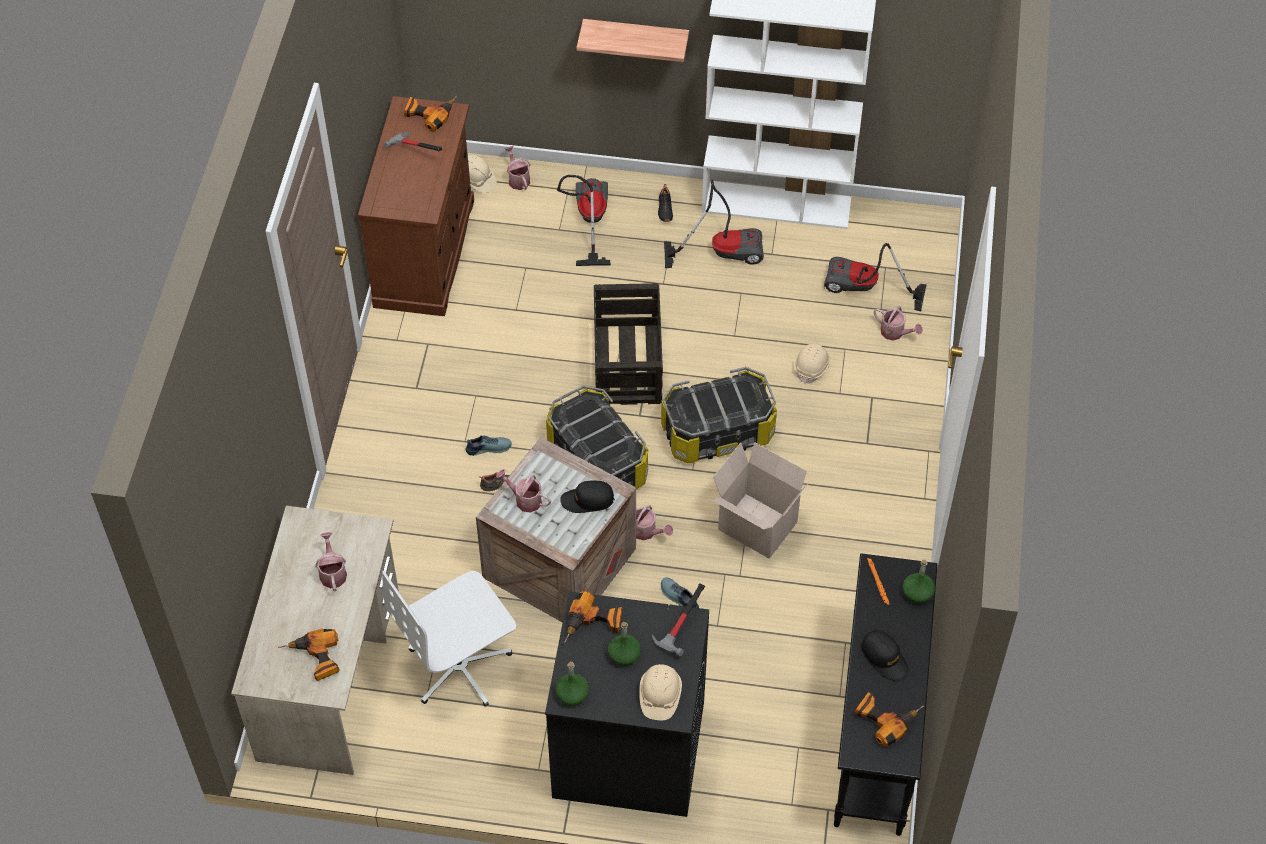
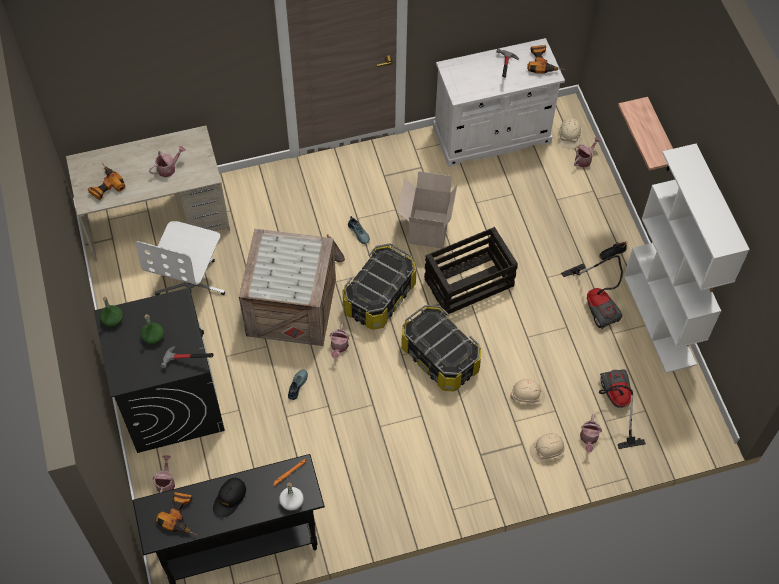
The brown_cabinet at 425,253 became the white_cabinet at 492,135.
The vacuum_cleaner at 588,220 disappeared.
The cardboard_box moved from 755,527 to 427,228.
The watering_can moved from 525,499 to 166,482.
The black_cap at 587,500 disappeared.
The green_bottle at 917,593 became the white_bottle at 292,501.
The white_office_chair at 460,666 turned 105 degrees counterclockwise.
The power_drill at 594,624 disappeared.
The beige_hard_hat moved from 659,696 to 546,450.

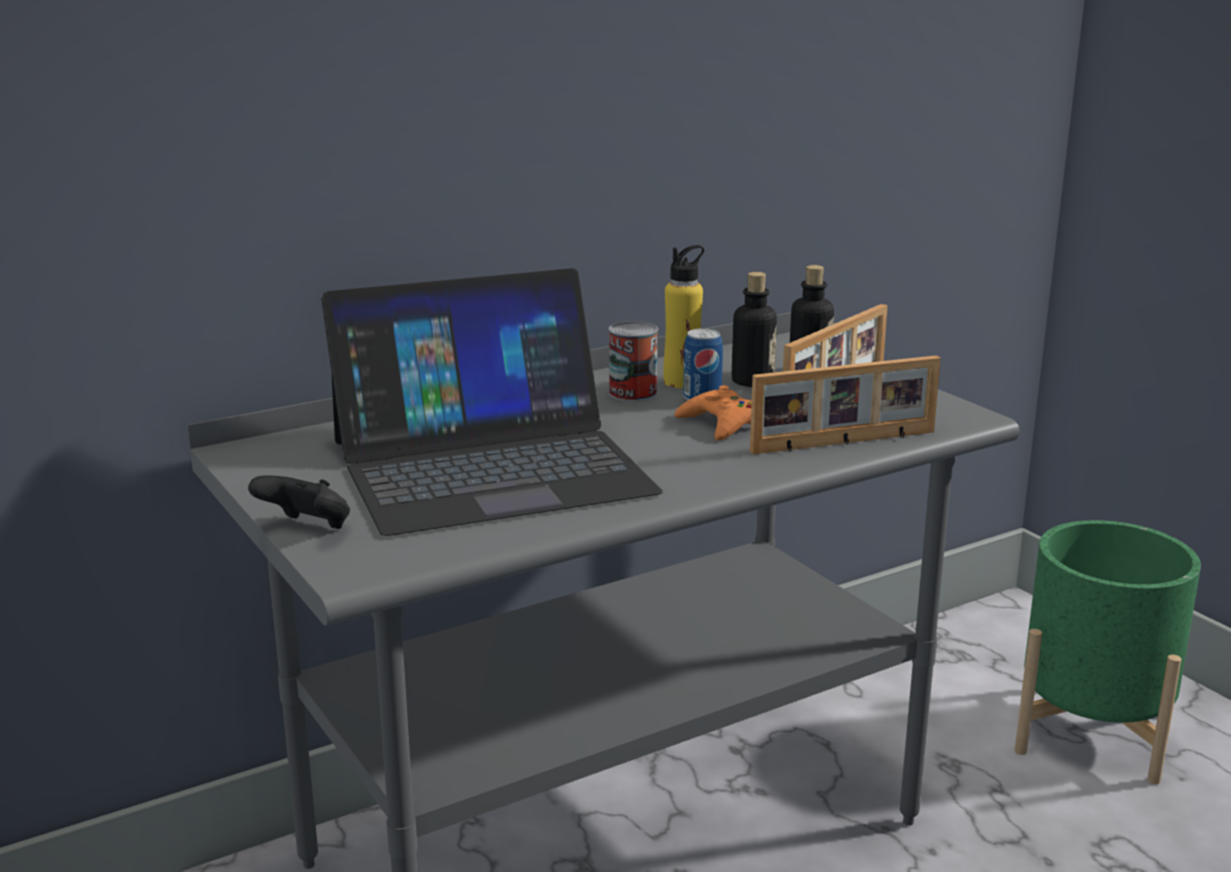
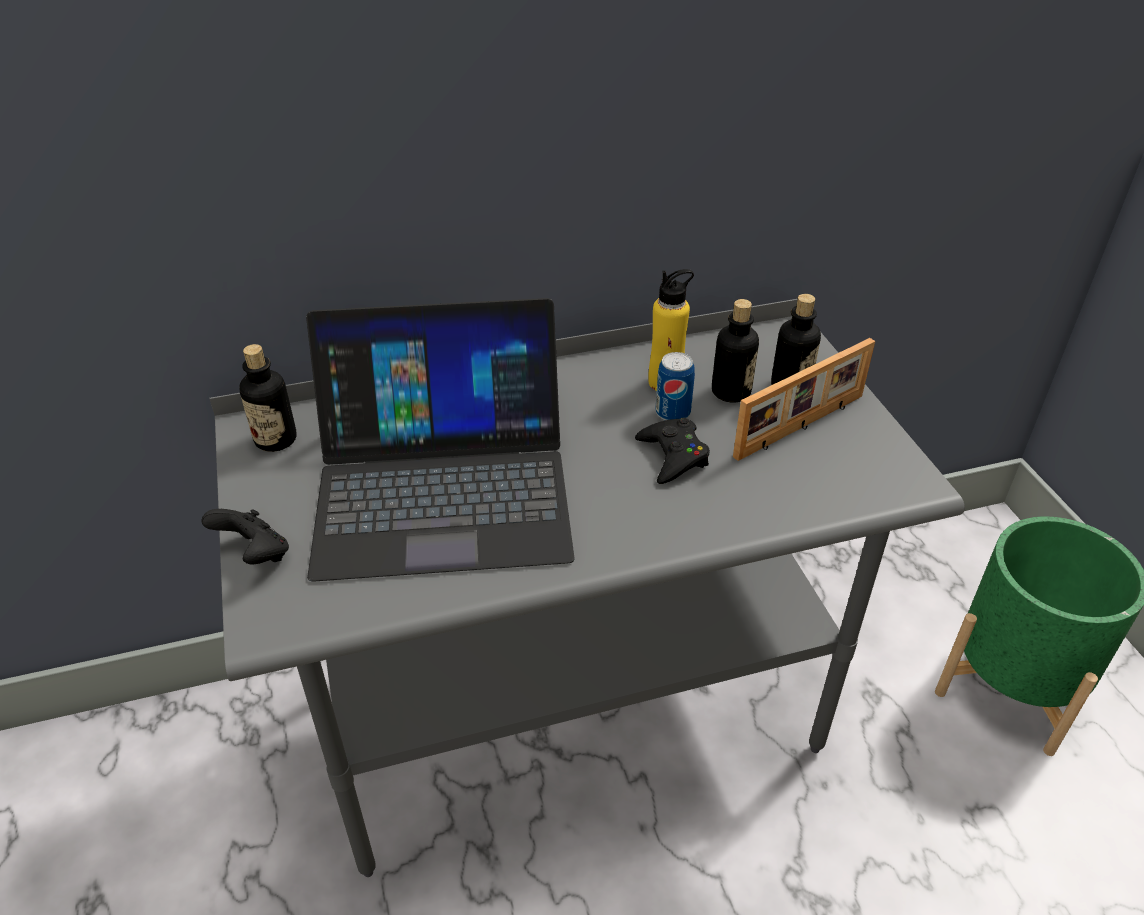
The can at 633,393 disappeared.
The picture_frame at 844,443 disappeared.
The orange_game_controller at 720,423 became the black_game_controller at 673,456.
The bottle at 276,439 appeared.

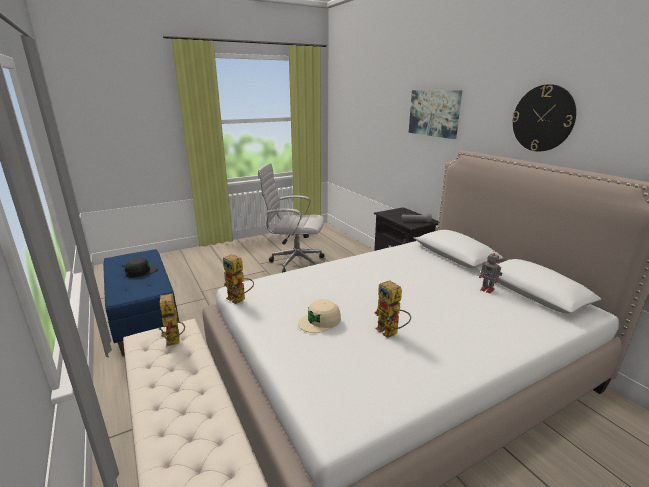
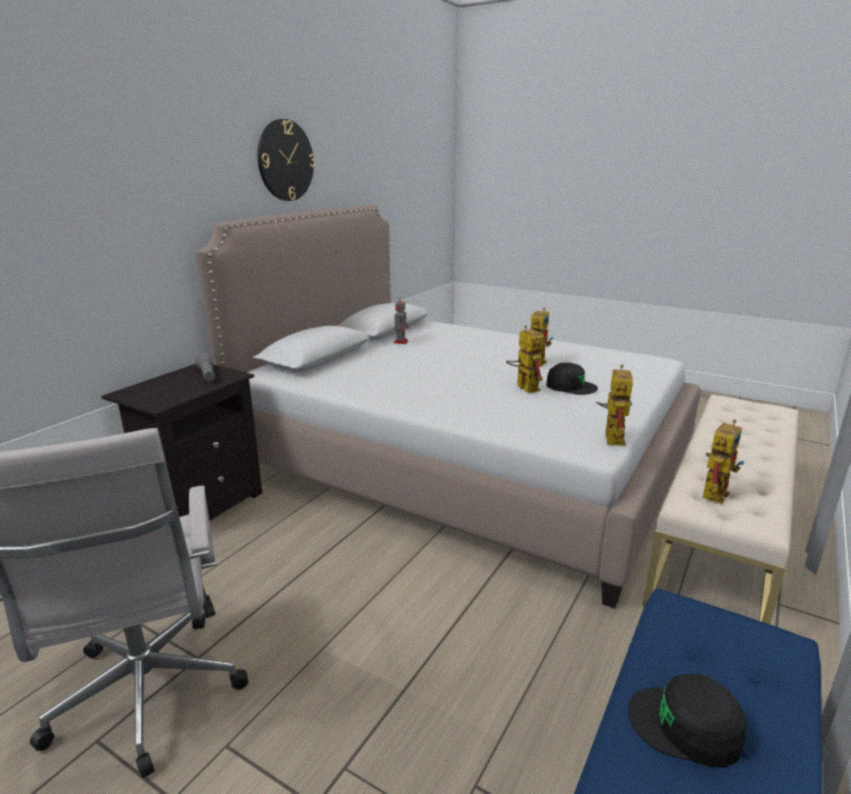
The picture at 434,113 disappeared.
The beige_cap at 320,321 became the black_cap at 570,386.
The toy_robot at 523,387 appeared.

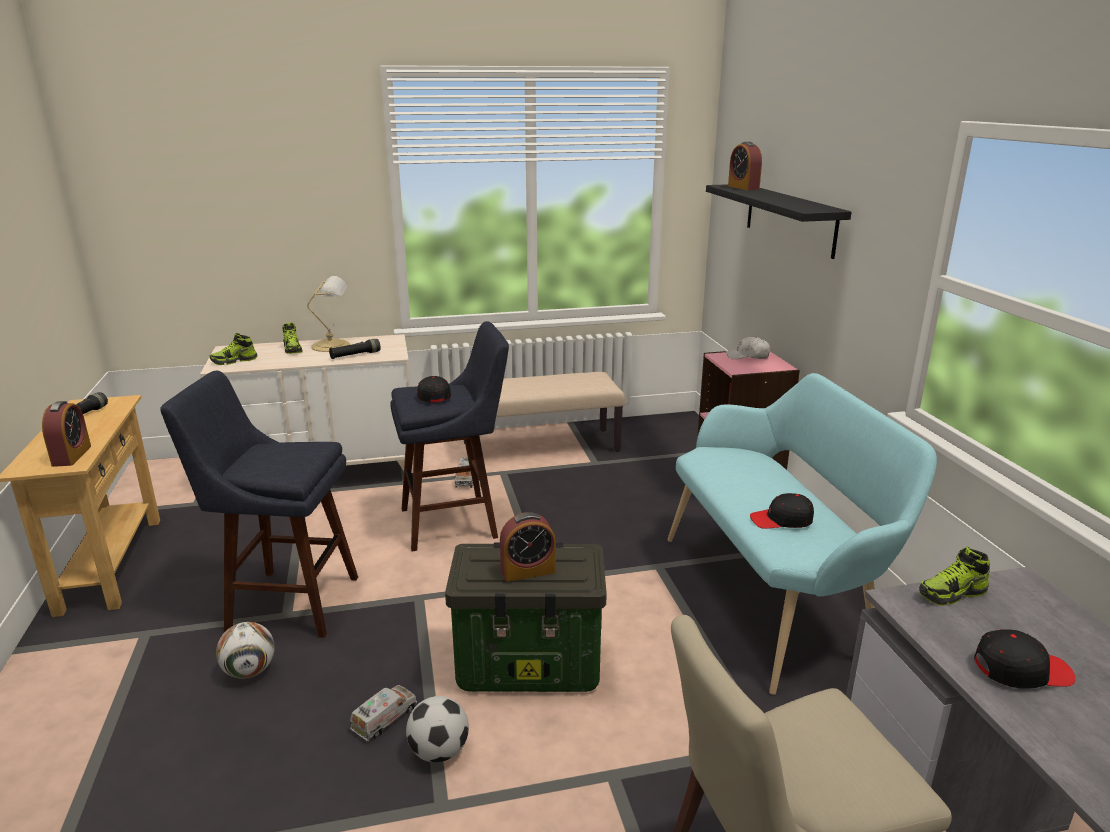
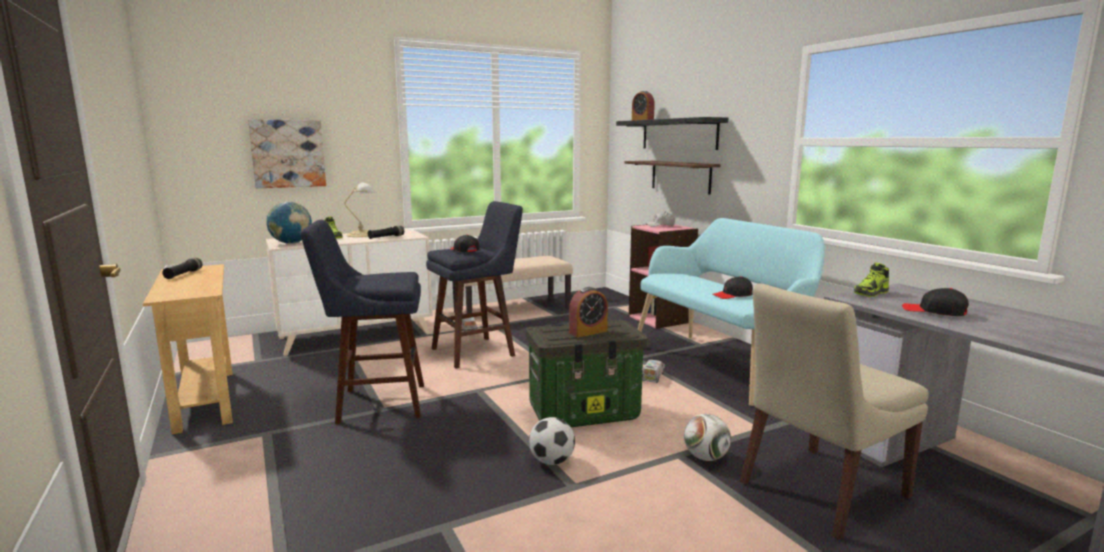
The shoe at 234,361 was replaced by the globe at 291,243.
The alarm_clock at 72,455 disappeared.
The football moved from 250,671 to 706,457.
The black_cap at 1021,670 turned 120 degrees counterclockwise.
The toy_truck moved from 384,719 to 653,376.
The picture at 288,153 appeared.
The shelf at 680,176 appeared.

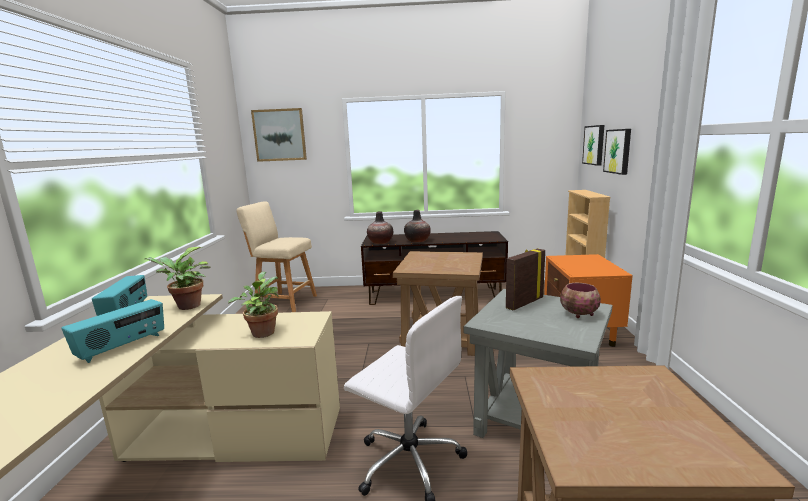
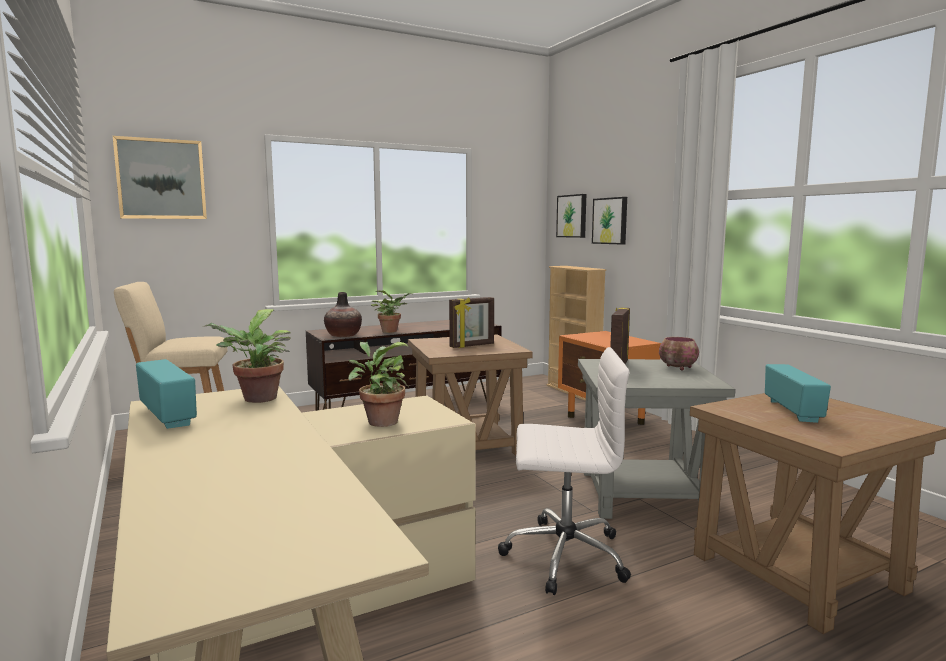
The vase at 417,241 was replaced by the potted_plant at 391,331.
The radio moved from 122,347 to 793,411.
The picture_frame at 472,346 appeared.

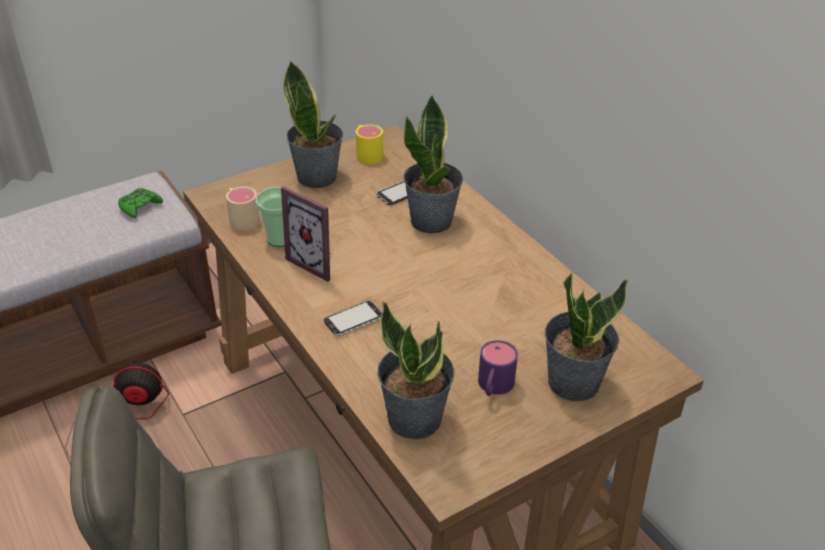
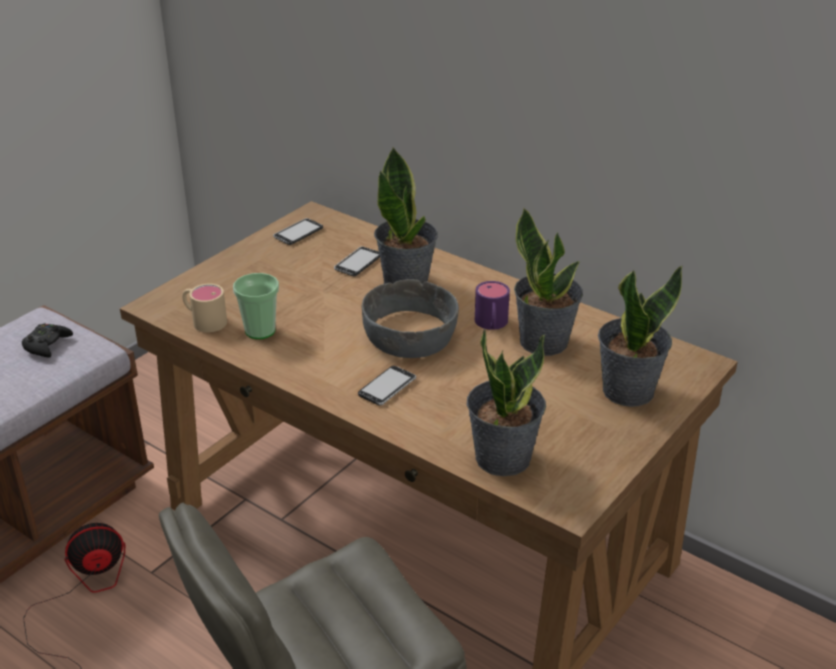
The potted_plant moved from 317,177 to 544,341.
The yellow_mug at 367,153 was replaced by the phone at 298,233.
The picture_frame at 317,262 disappeared.
The green_game_controller at 140,207 became the black_game_controller at 47,345.
The purple_mug moved from 493,387 to 491,324.
The grey_bowl at 410,335 appeared.

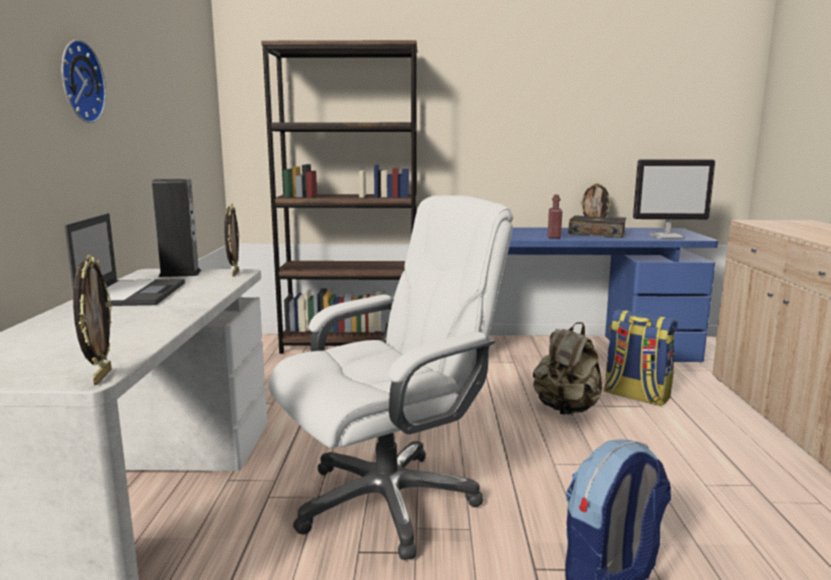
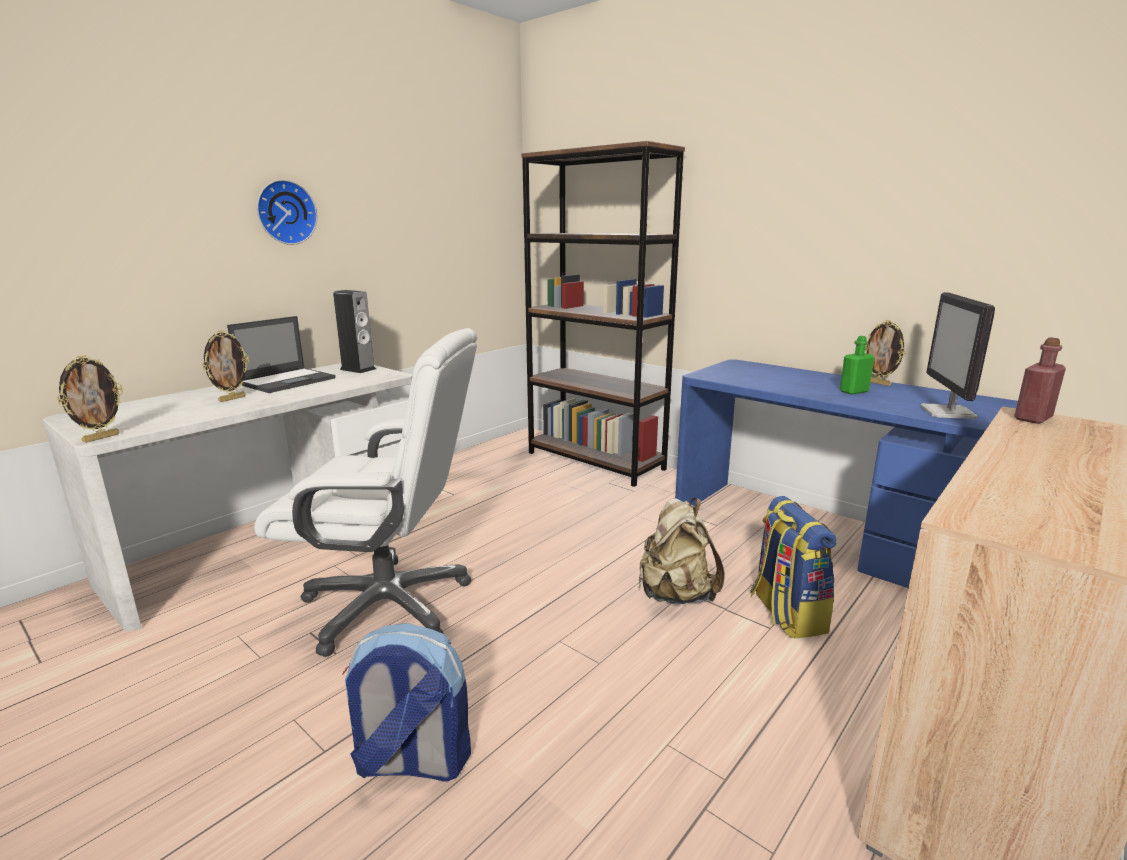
The monitor at 667,236 turned 60 degrees clockwise.
The red_bottle moved from 554,237 to 1033,418.
The picture_frame moved from 234,274 to 232,399.
The book at 597,234 was replaced by the green_bottle at 854,391.

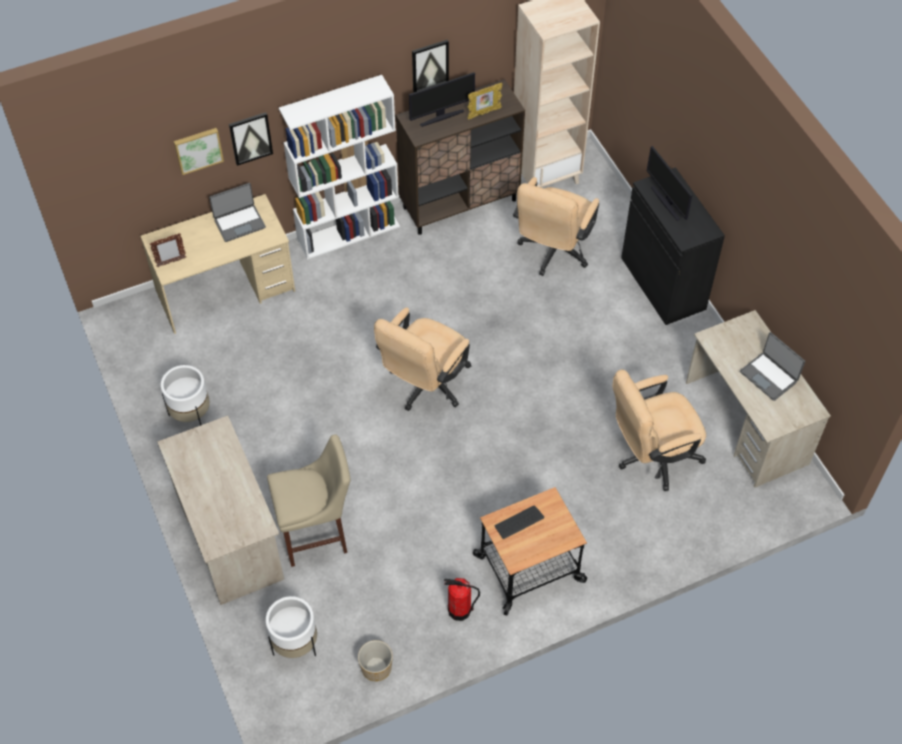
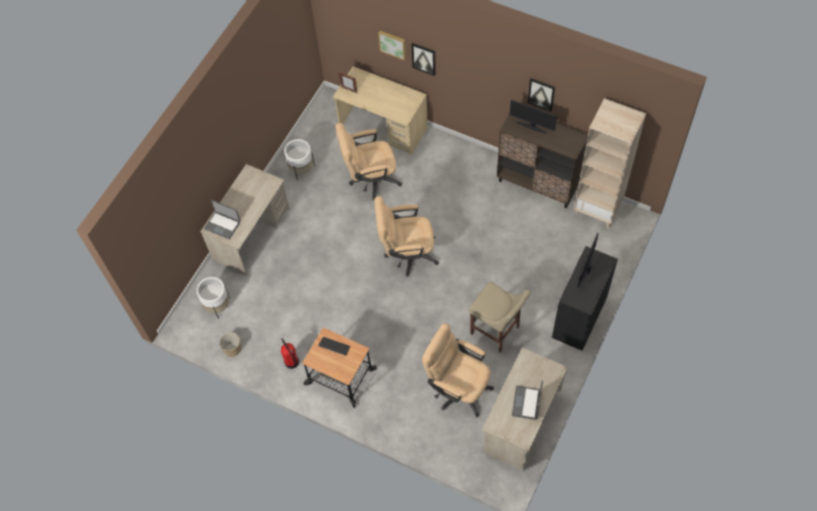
The white_bookcase at 349,232 disappeared.
The picture_frame at 484,113 disappeared.
The beige_office_chair moved from 552,252 to 370,179.
The laptop moved from 239,223 to 223,225.
The beige_stool moved from 317,536 to 497,332.

